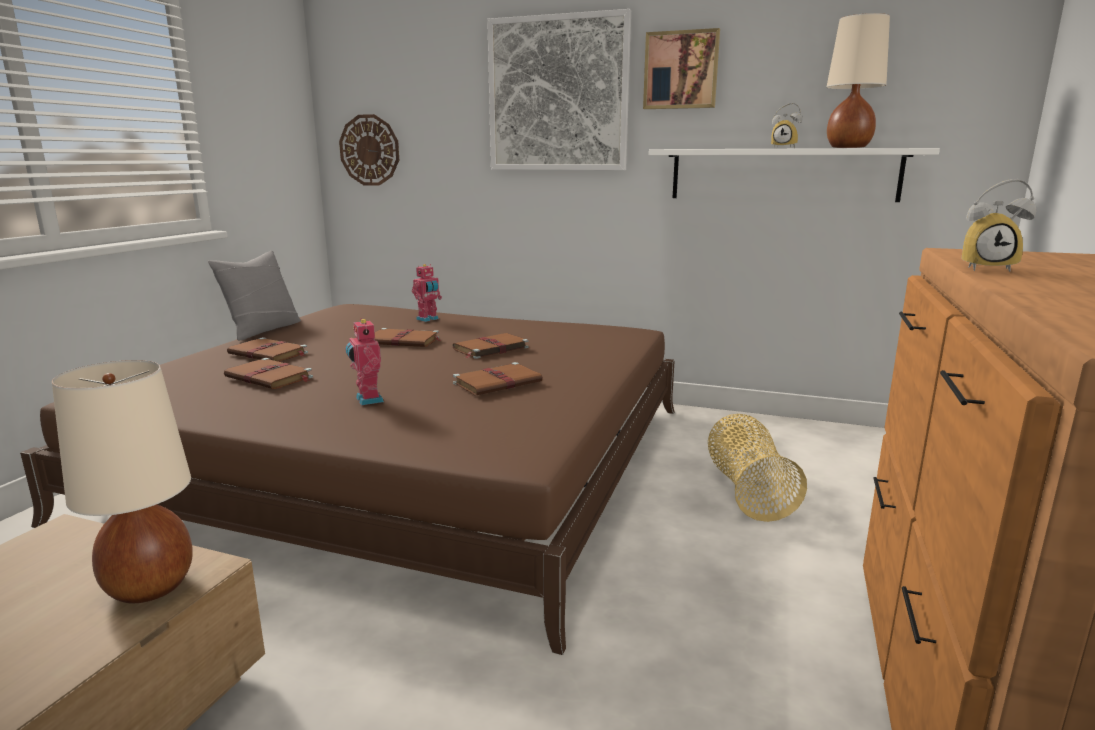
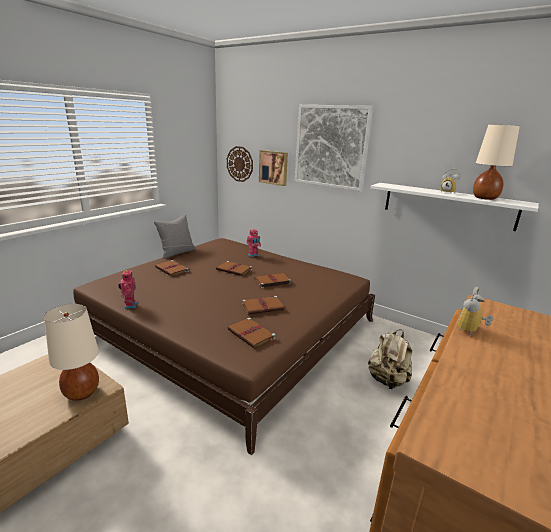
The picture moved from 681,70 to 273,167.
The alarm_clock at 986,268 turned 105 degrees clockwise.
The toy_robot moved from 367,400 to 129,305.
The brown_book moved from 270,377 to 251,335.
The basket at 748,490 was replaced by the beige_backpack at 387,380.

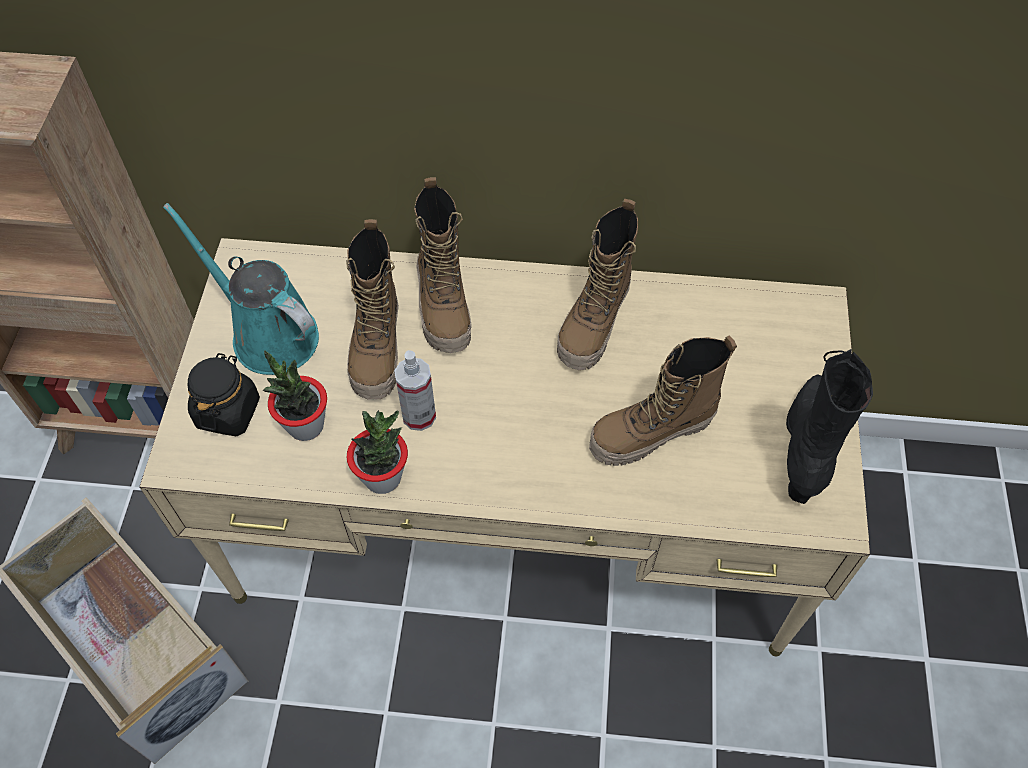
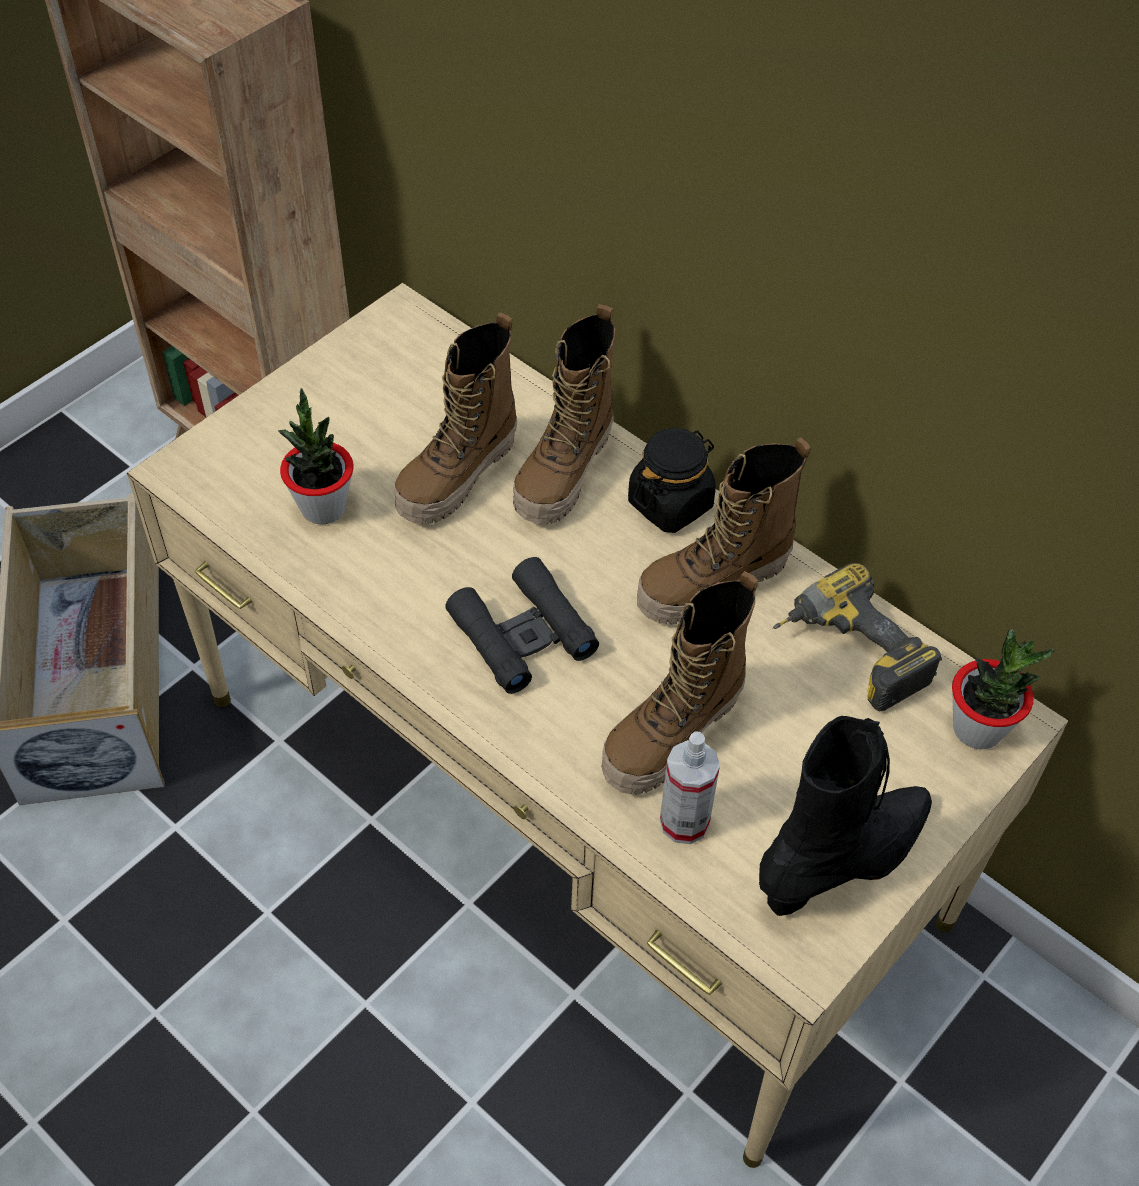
The turquoise_watering_can at 268,333 disappeared.
The boot at 652,434 turned 60 degrees counterclockwise.
The spray_bottle moved from 419,416 to 684,822.
The black_jar moved from 228,411 to 670,503.
The potted_plant moved from 383,477 to 978,729.
The black_binoculars at 522,634 appeared.
The power_drill at 847,655 appeared.

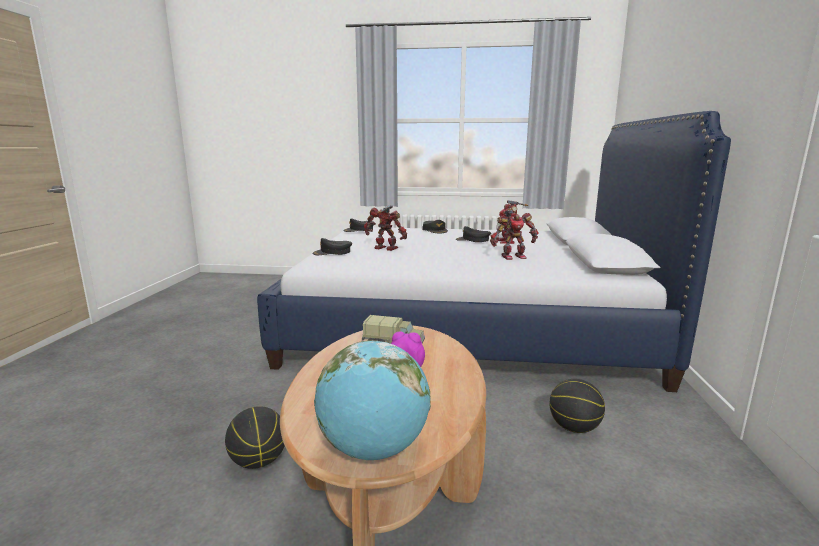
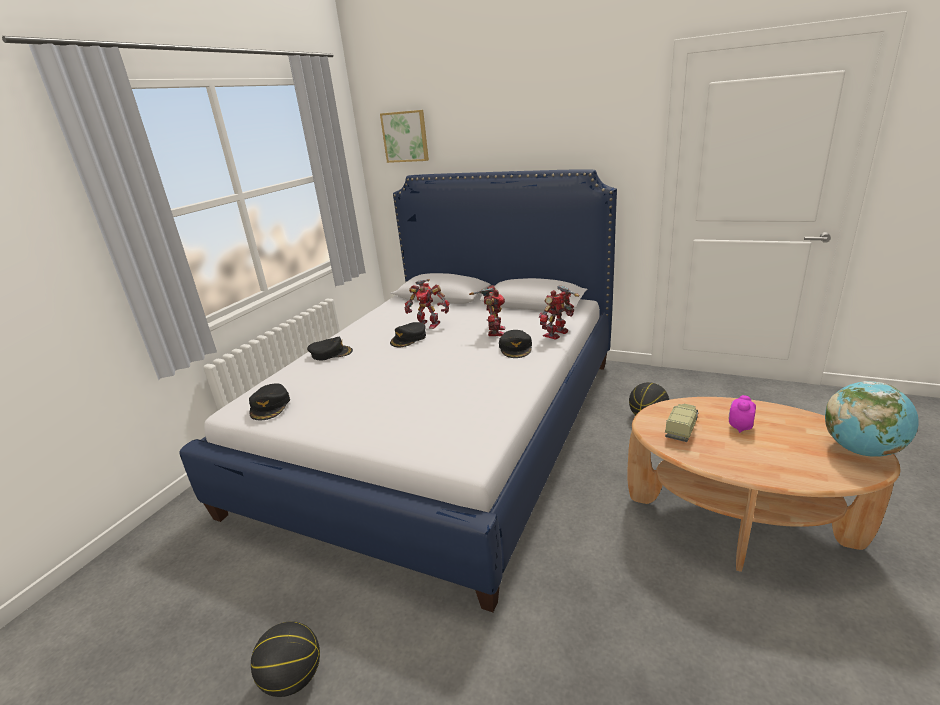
The toy_robot moved from 385,248 to 557,334.
The black_cap moved from 332,252 to 516,348.
The basketball moved from 259,461 to 293,678.
The picture at 405,136 appeared.

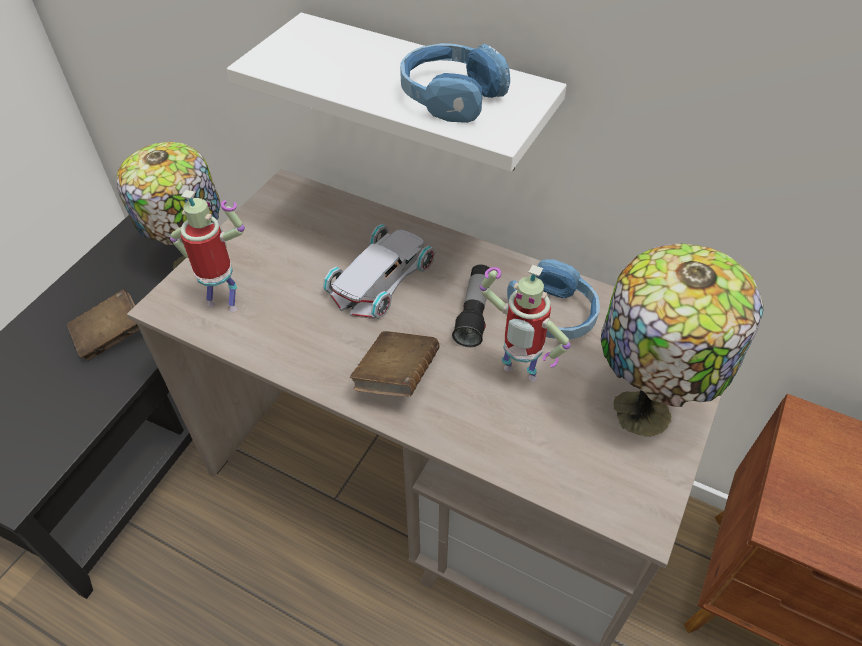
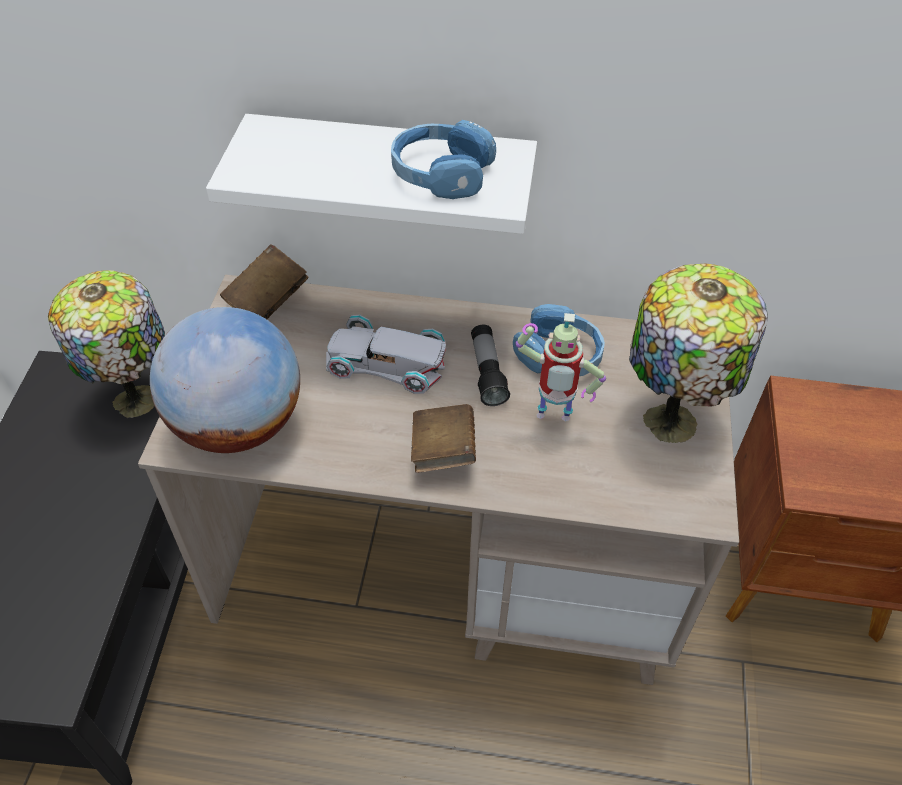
The toy_robot at 225,303 was replaced by the globe at 238,425.
The white_toy_car at 383,278 turned 90 degrees counterclockwise.
The brown_book moved from 111,336 to 267,300.

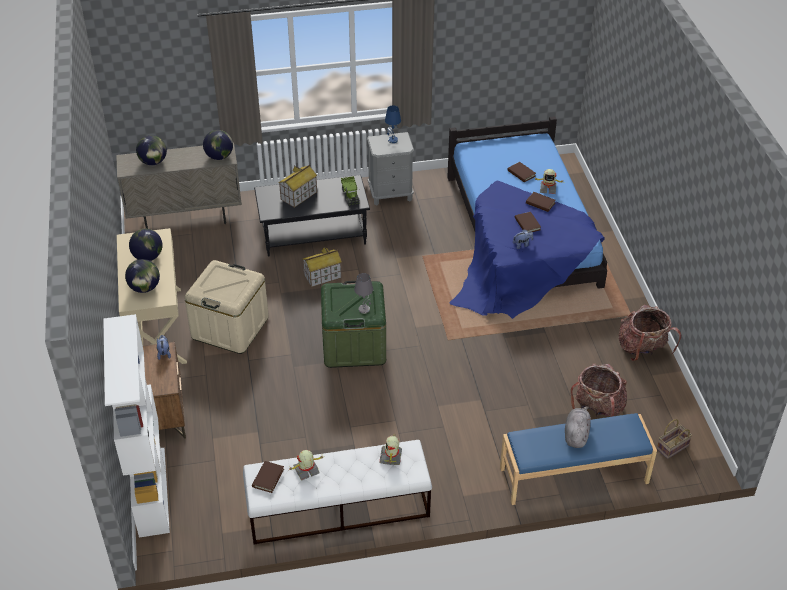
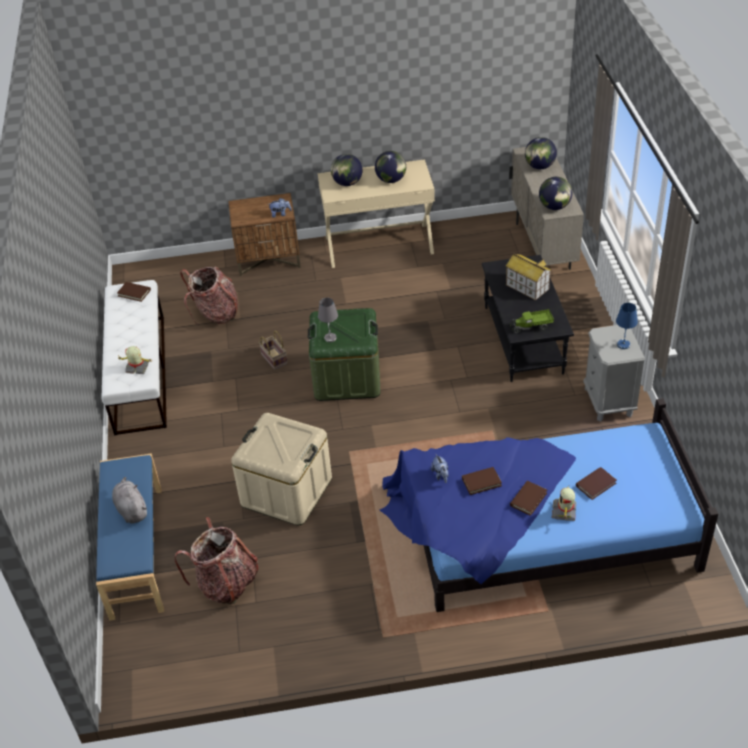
The toy_house at 322,276 disappeared.
The beige_storage_box moved from 230,327 to 286,491.
The backpack moved from 642,349 to 216,314.
The white_bookcase at 151,491 disappeared.
The grey_plush_toy at 576,434 turned 135 degrees counterclockwise.
The basket moved from 672,448 to 273,358.
The toy_robot at 306,470 disappeared.

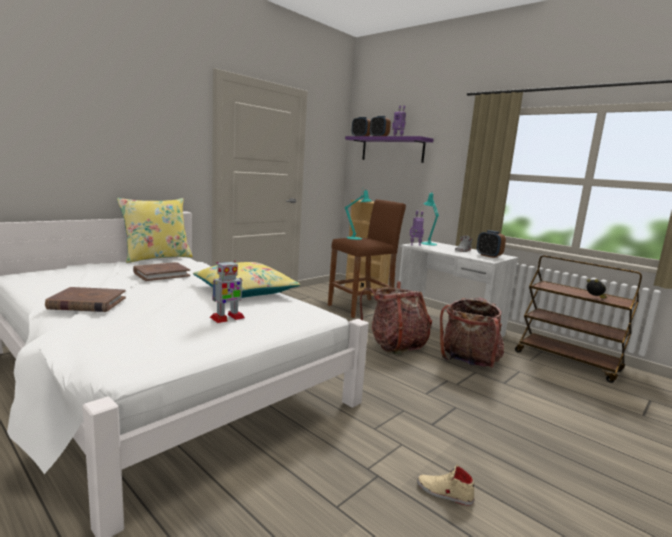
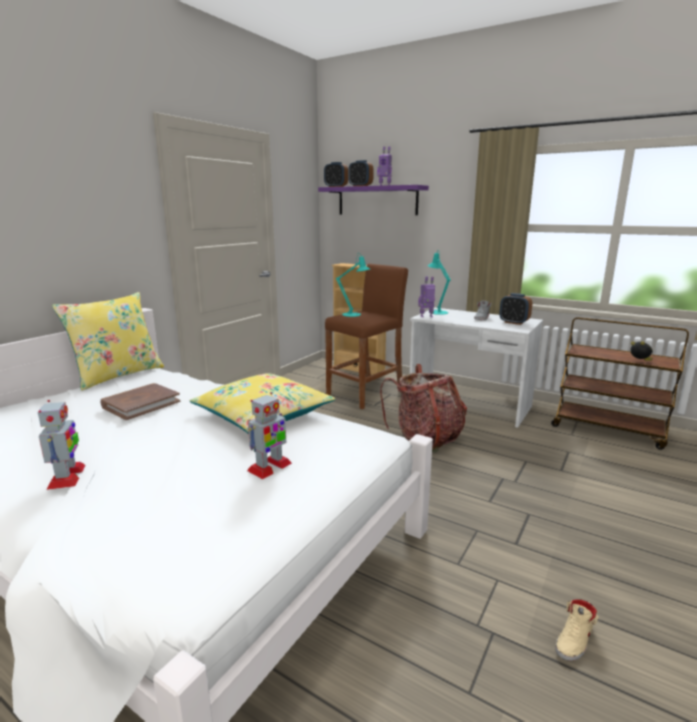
The brown_book at 87,303 was replaced by the toy_robot at 67,477.
The backpack at 469,361 disappeared.
The beige_shoe at 444,493 turned 60 degrees counterclockwise.

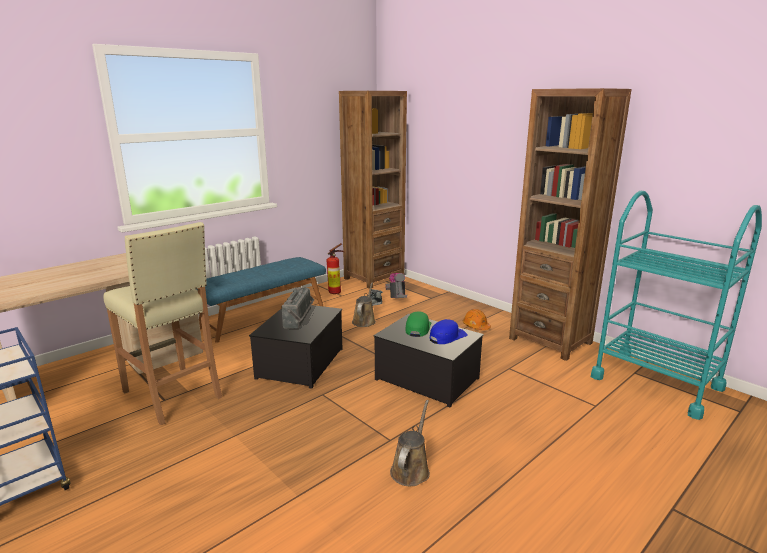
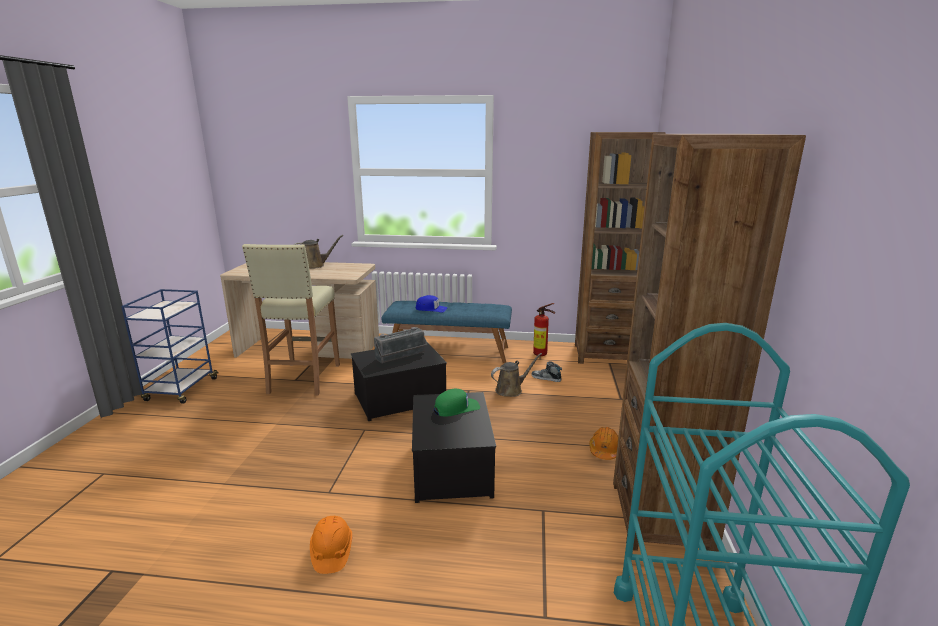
The vacuum_cleaner at 397,298 disappeared.
The blue_cap moved from 447,337 to 431,309.
The brown_watering_can moved from 411,469 to 315,265.
The orange_hard_hat at 331,552 appeared.

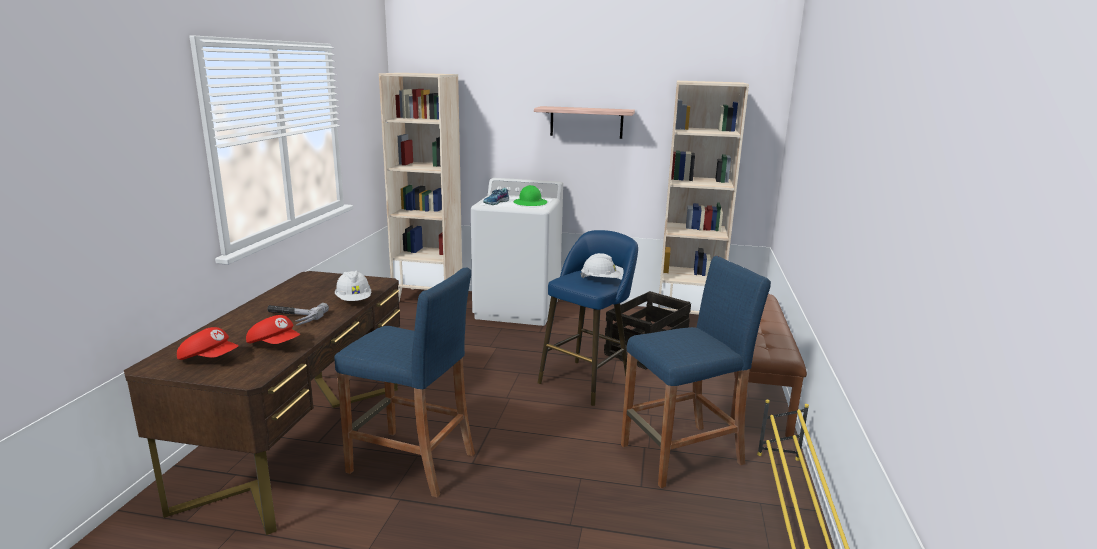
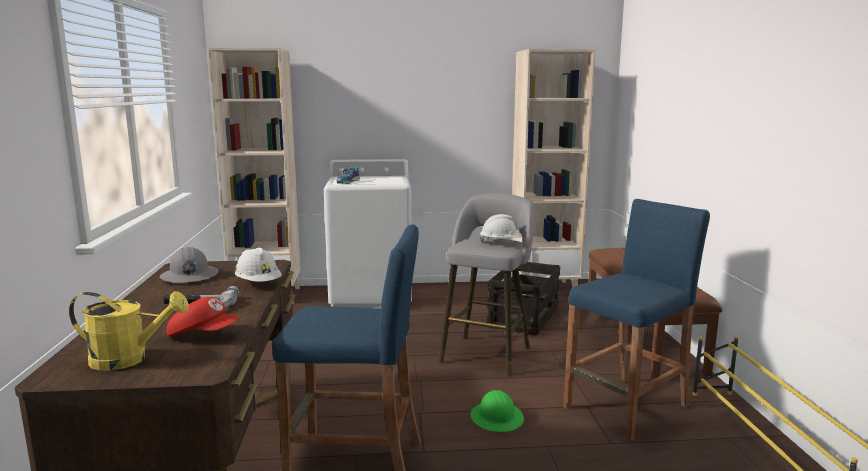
The shelf at 586,122 disappeared.
The green_hard_hat moved from 530,203 to 497,418.
The blue_stool at 587,380 became the grey_stool at 487,352.
The red_cap at 209,358 was replaced by the yellow_watering_can at 129,359.
The grey_hard_hat at 189,276 appeared.

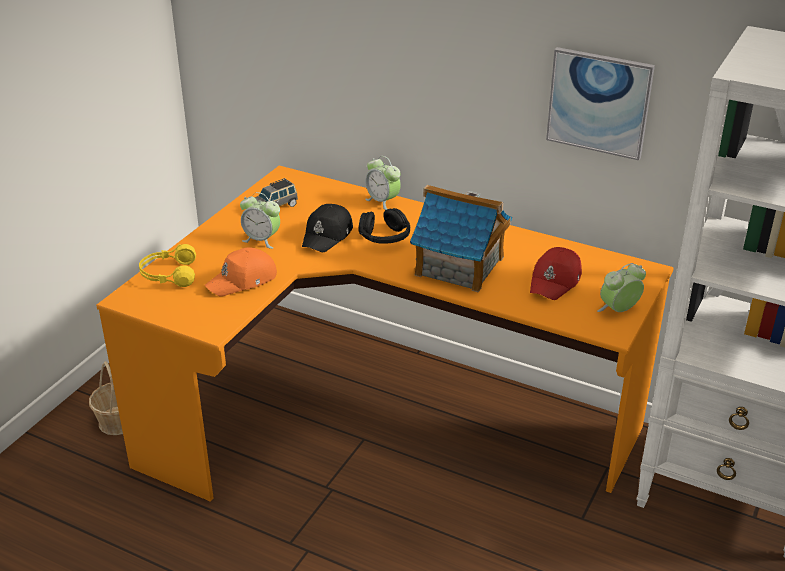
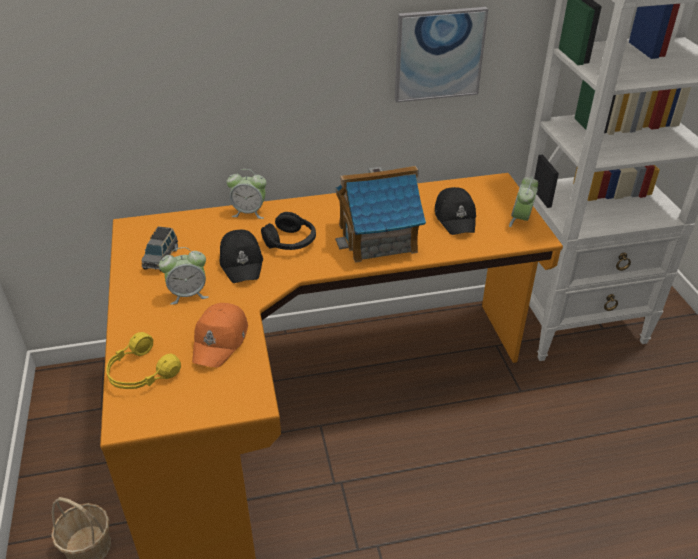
The red_cap at 556,281 became the black_cap at 455,217.

